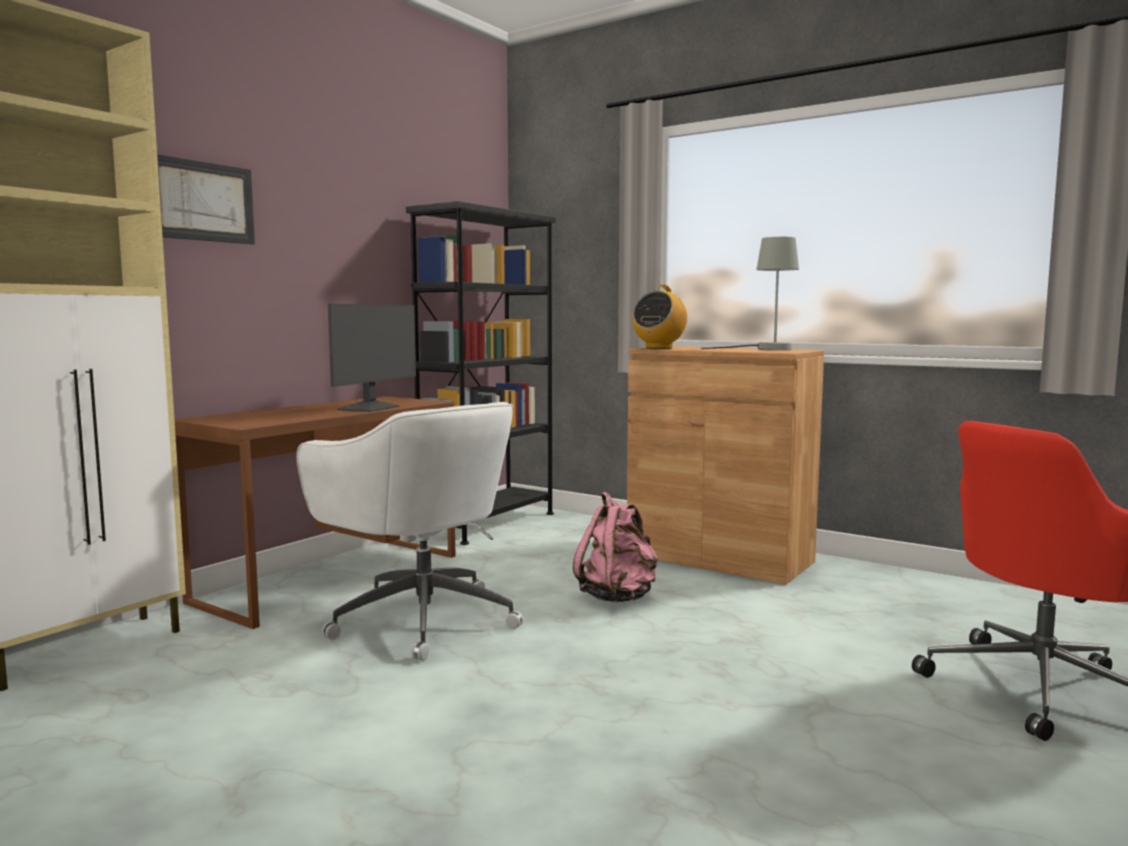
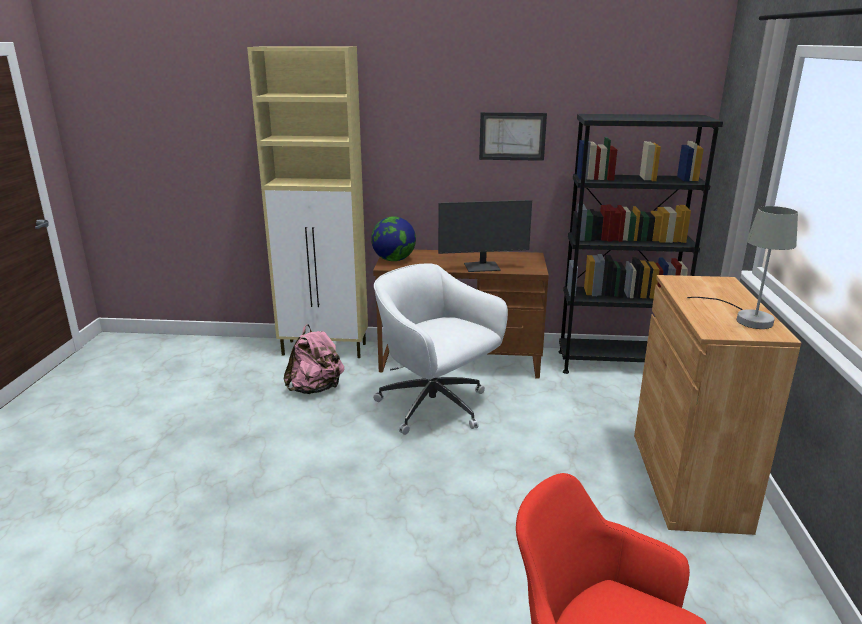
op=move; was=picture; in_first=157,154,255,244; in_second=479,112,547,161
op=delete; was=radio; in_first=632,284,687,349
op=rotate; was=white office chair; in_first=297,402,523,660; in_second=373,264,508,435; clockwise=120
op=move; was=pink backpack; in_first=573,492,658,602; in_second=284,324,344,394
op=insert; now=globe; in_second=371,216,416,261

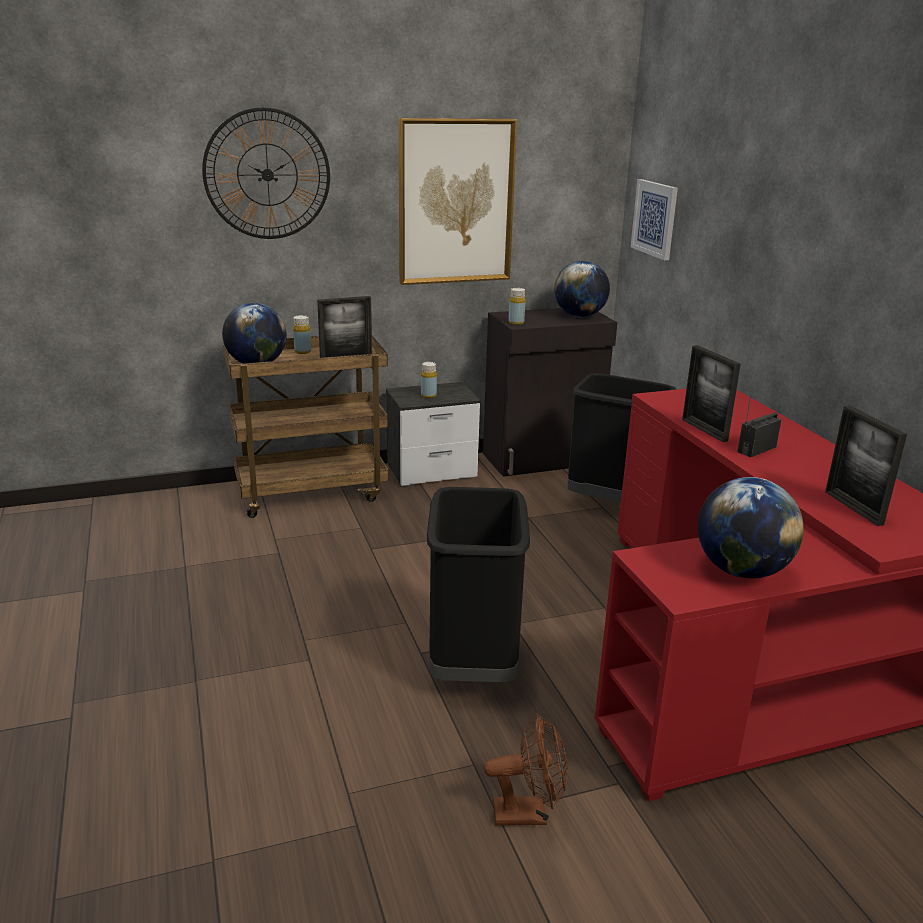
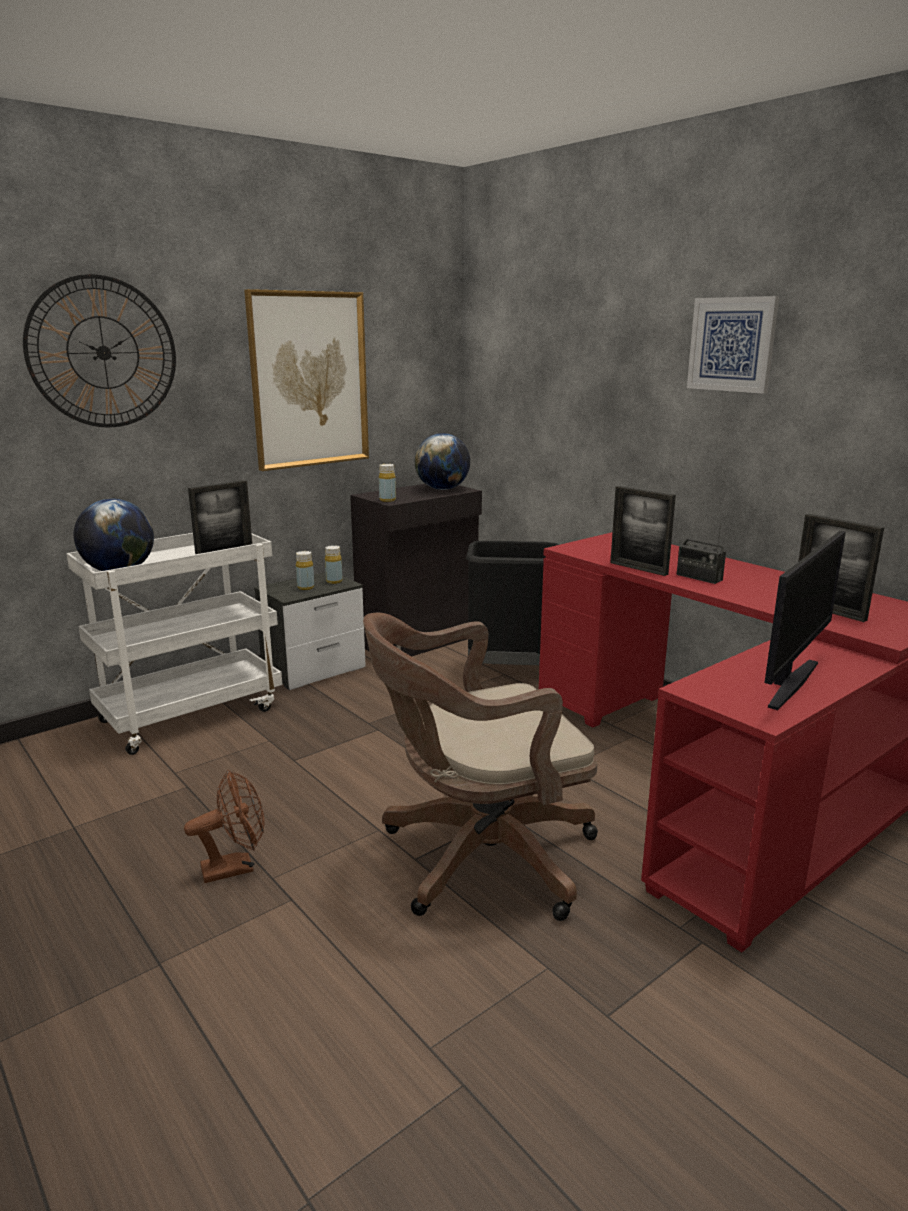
op=move; was=picture; in_first=631,179,678,260; in_second=687,296,780,394
op=move; was=yellow bottle; in_first=293,315,311,354; in_second=325,545,343,584
op=recolor; was=brown cart; now=white cart; in_first=223,336,389,518; in_second=66,533,283,755
op=rotate; was=radio; in_first=737,391,781,457; in_second=677,522,726,584; clockwise=-75
op=replace; was=globe; now=monitor; in_first=698,477,804,579; in_second=765,531,846,710
op=replace; was=black trash can; now=brown office chair; in_first=427,487,530,682; in_second=363,613,598,921
op=move; was=brown fan; in_first=484,713,568,826; in_second=184,770,264,883

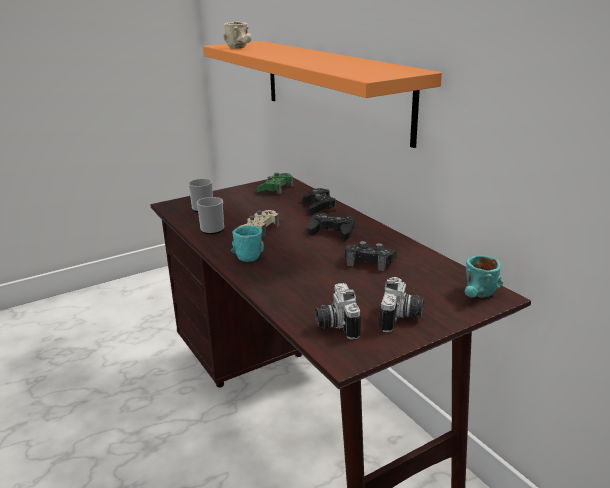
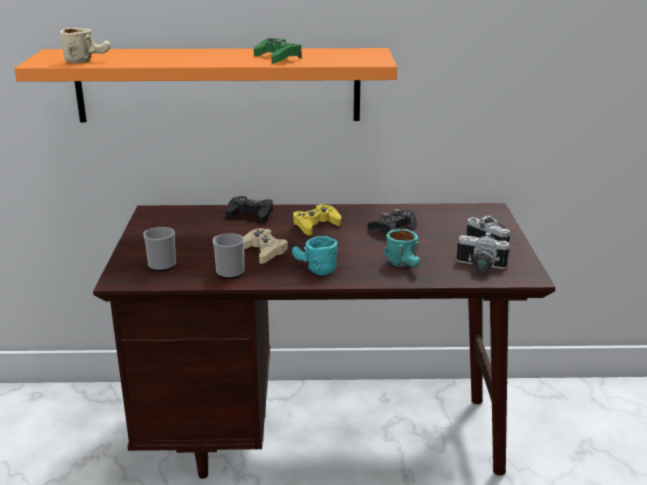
op=move; was=green game controller; in_first=257,173,293,195; in_second=254,38,302,64
op=recolor; was=black game controller; now=yellow game controller; in_first=308,213,355,240; in_second=293,204,341,235
op=move; was=turquoise mug; in_first=465,255,503,298; in_second=384,229,420,267

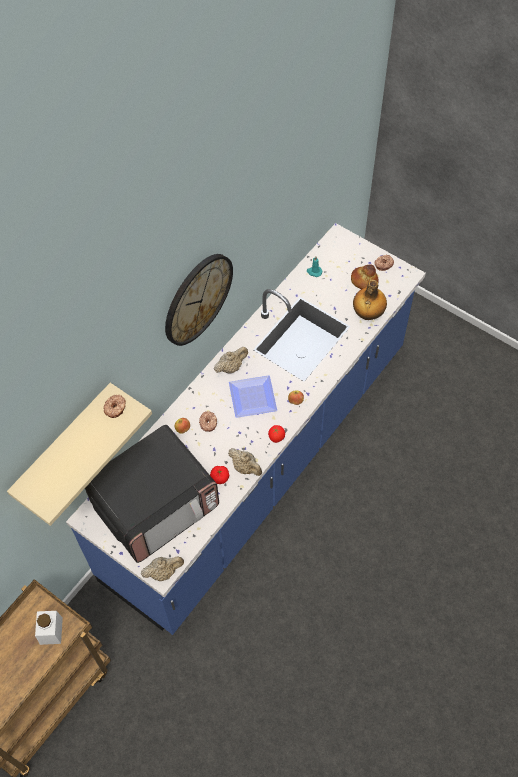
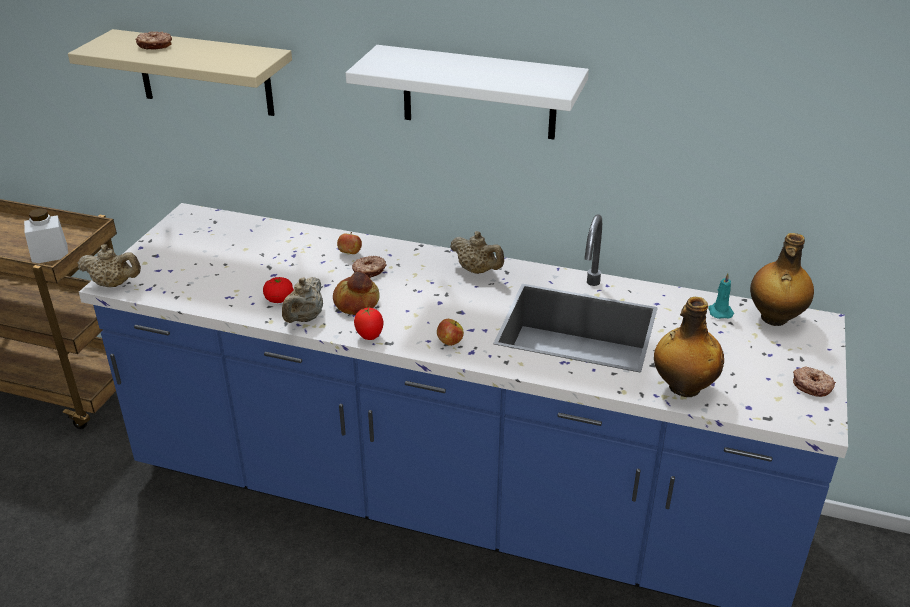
op=replace; was=wall clock; now=white shelf; in_first=165,254,233,346; in_second=346,45,589,139
op=move; was=bread; in_first=351,264,379,289; in_second=333,272,380,315
op=delete; was=plate; in_first=229,375,277,418
op=move; was=donut; in_first=103,395,126,418; in_second=136,31,172,50
op=delete; was=microwave; in_first=85,425,219,563
op=rotate; was=beige teapot; in_first=141,556,184,581; in_second=78,244,141,287; clockwise=-45
op=insert; now=bottle; in_second=750,233,814,326

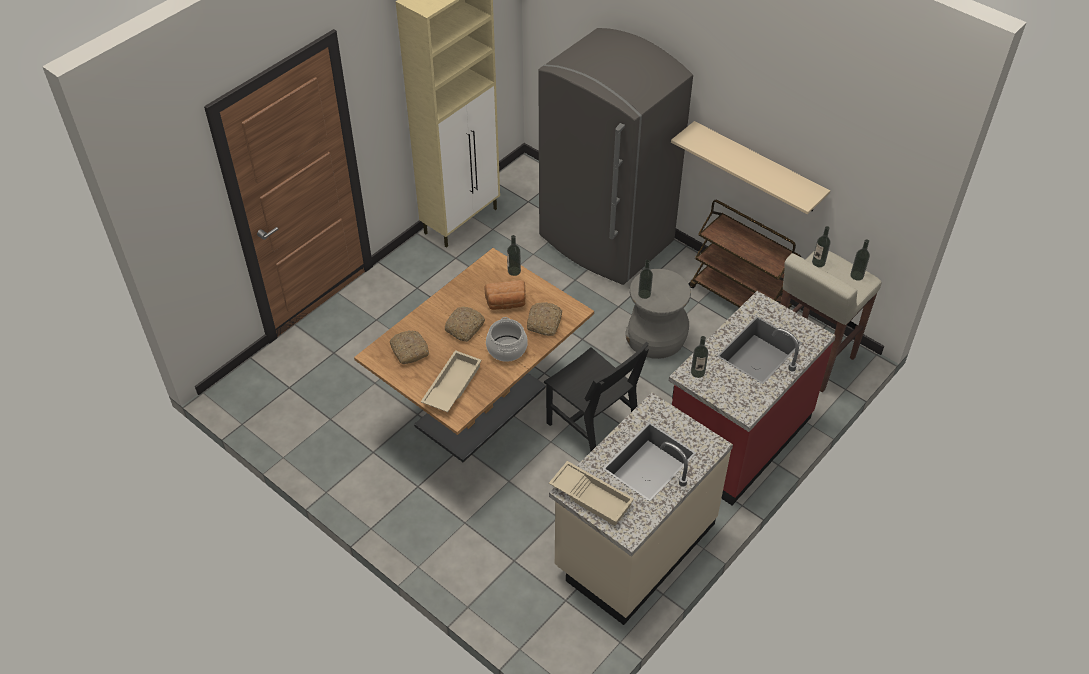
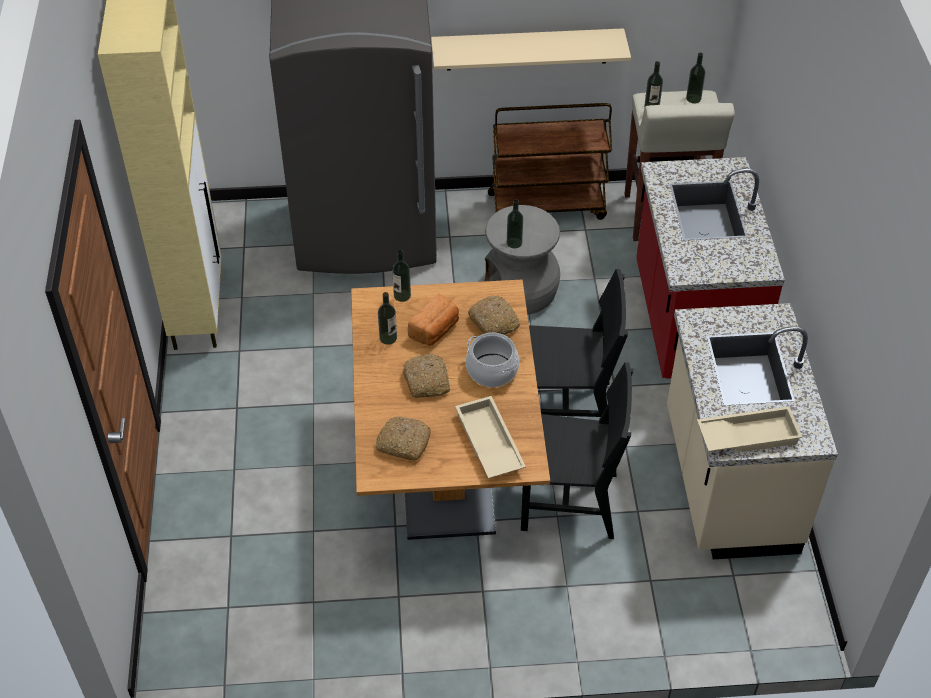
op=move; was=bottle; in_first=691,336,708,378; in_second=378,292,397,345
op=insert; now=black chair; in_second=521,362,633,539

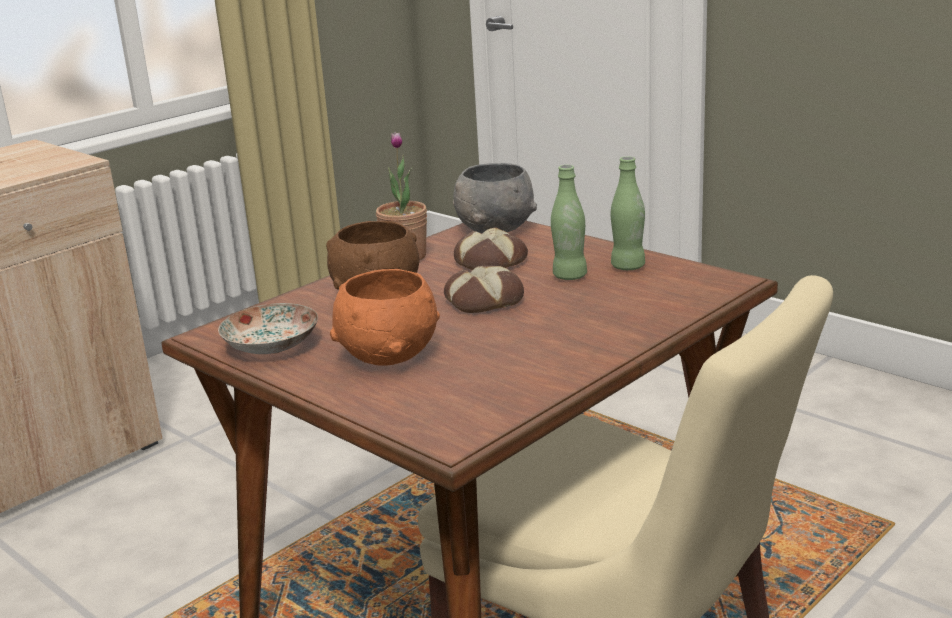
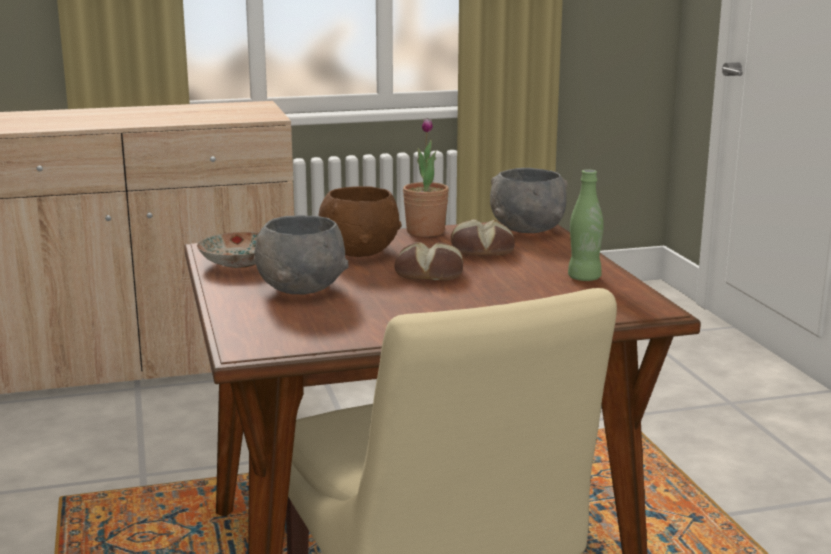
op=delete; was=green bottle; in_first=551,165,587,280
op=recolor; was=orange bowl; now=grey bowl; in_first=330,269,440,366; in_second=254,215,348,295

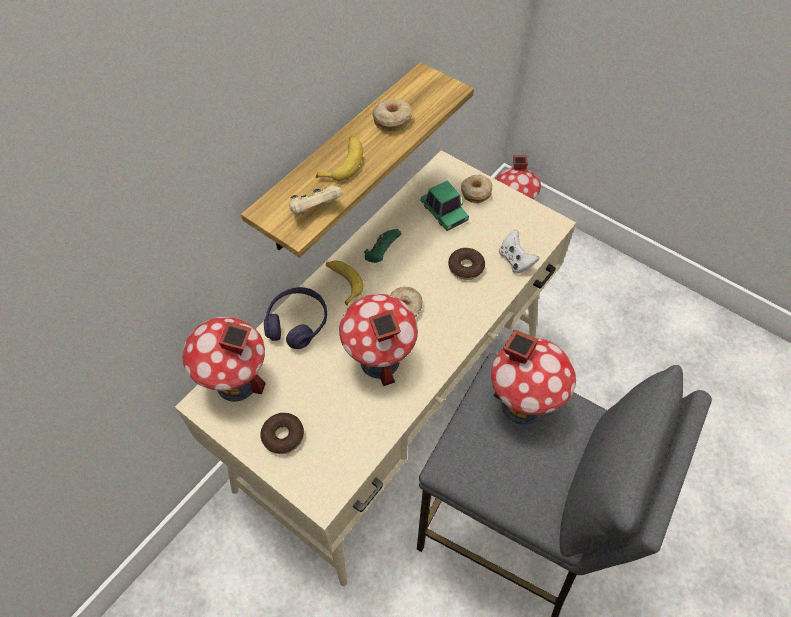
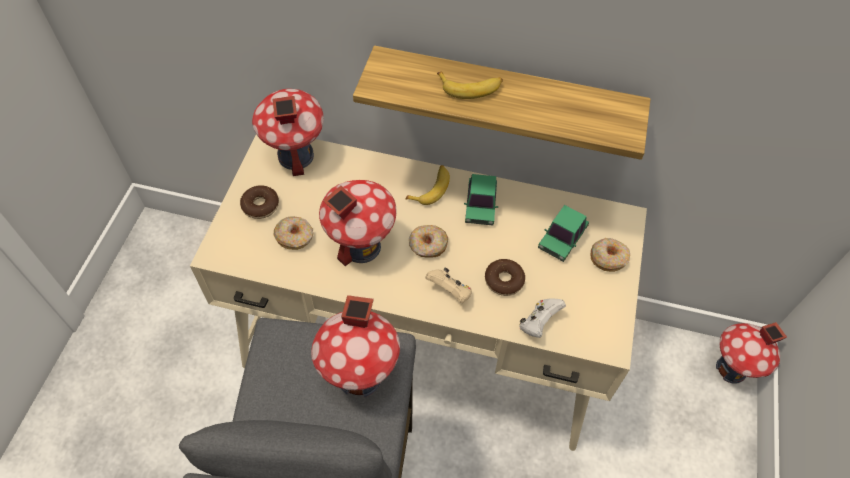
op=move; was=donut; in_first=372,99,413,132; in_second=274,216,313,250
op=move; was=beige game controller; in_first=289,186,343,215; in_second=426,268,472,303
op=replace; was=green game controller; now=toy car; in_first=364,229,401,263; in_second=464,174,498,226
op=delete; was=purple headphones; in_first=264,287,327,349

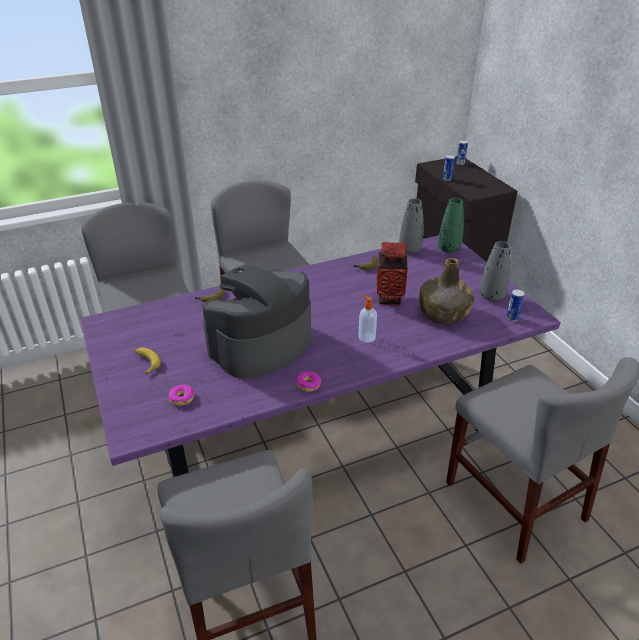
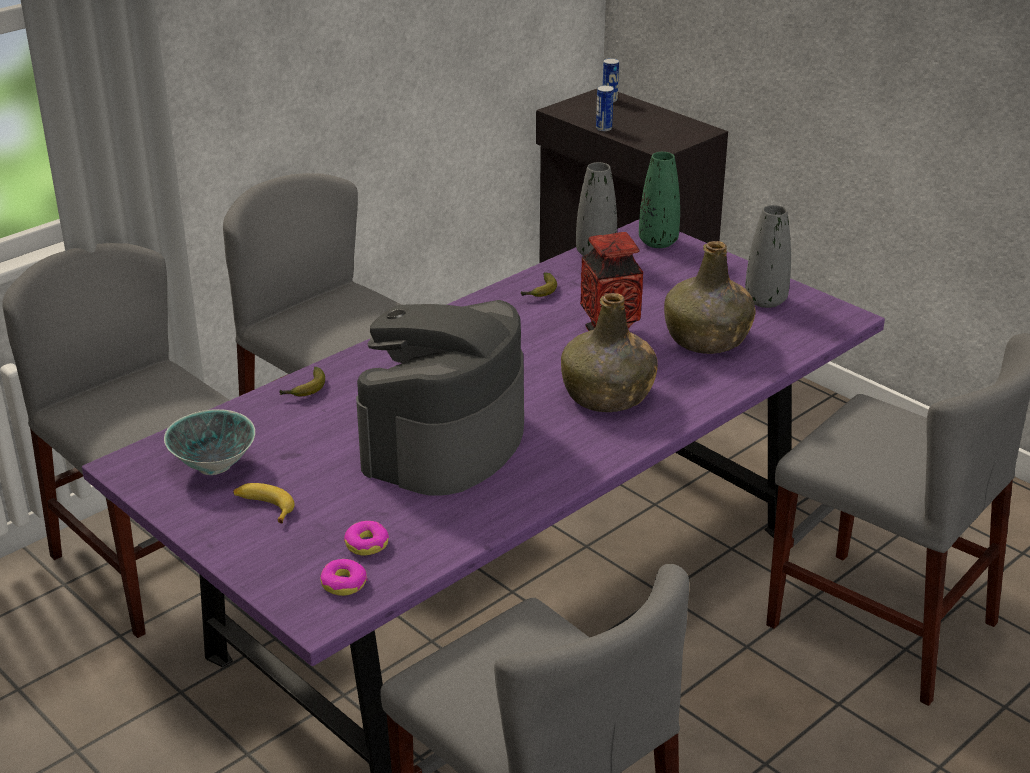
op=delete; was=can; in_first=506,289,525,322
op=replace; was=soap dispenser; now=green bottle; in_first=358,294,377,343; in_second=561,293,658,412
op=move; was=donut; in_first=296,371,321,392; in_second=320,559,367,596
op=insert; now=bowl; in_second=164,409,255,475

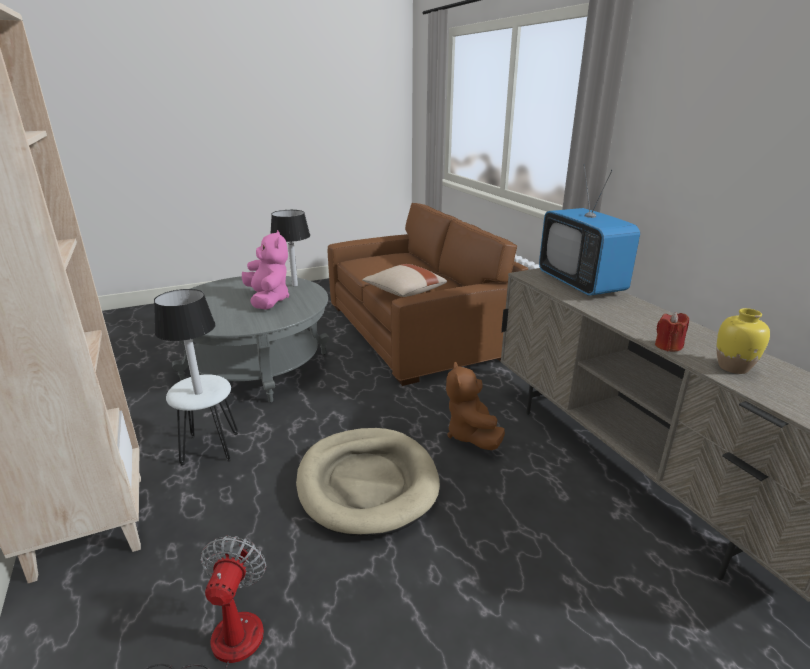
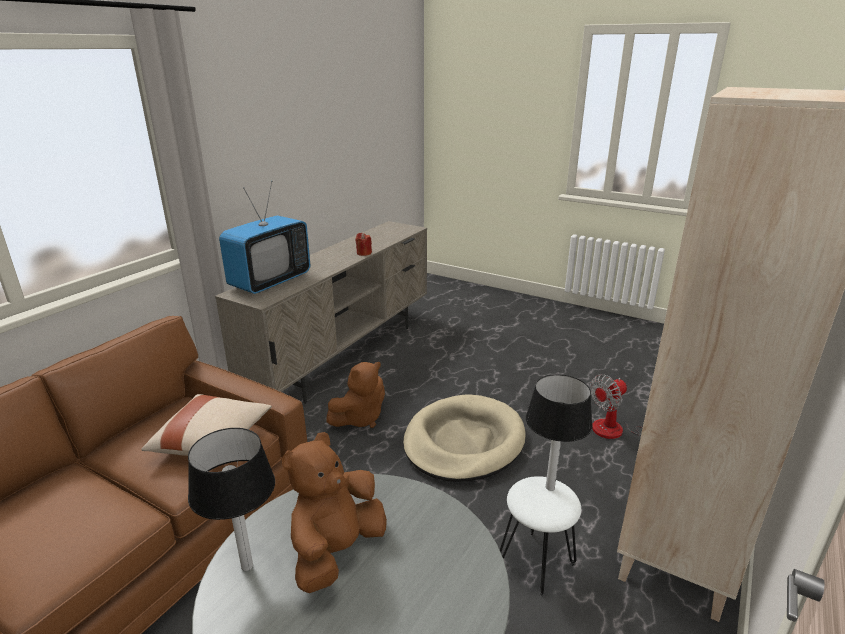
op=recolor; was=pink plush toy; now=brown plush toy; in_first=242,230,289,310; in_second=282,432,387,593
op=delete; was=yellow vase; in_first=717,308,770,374

